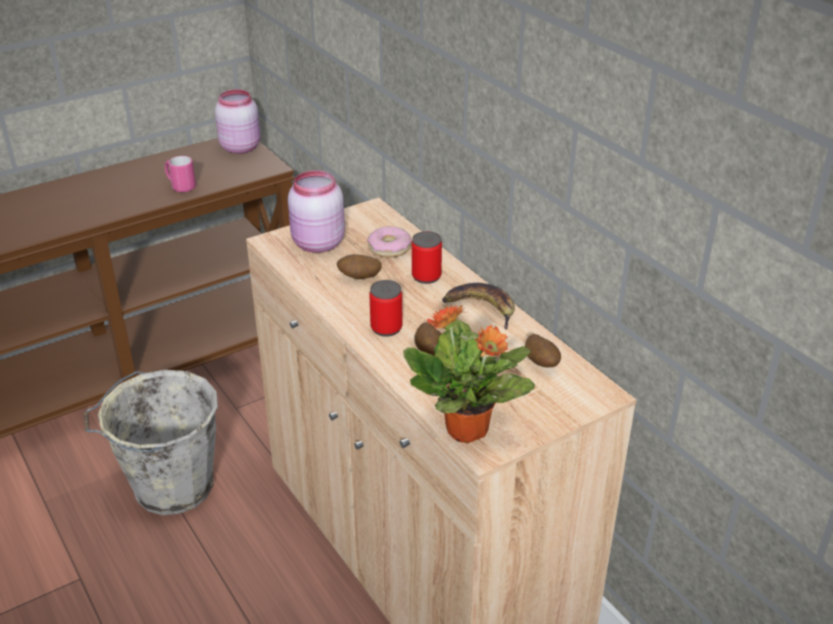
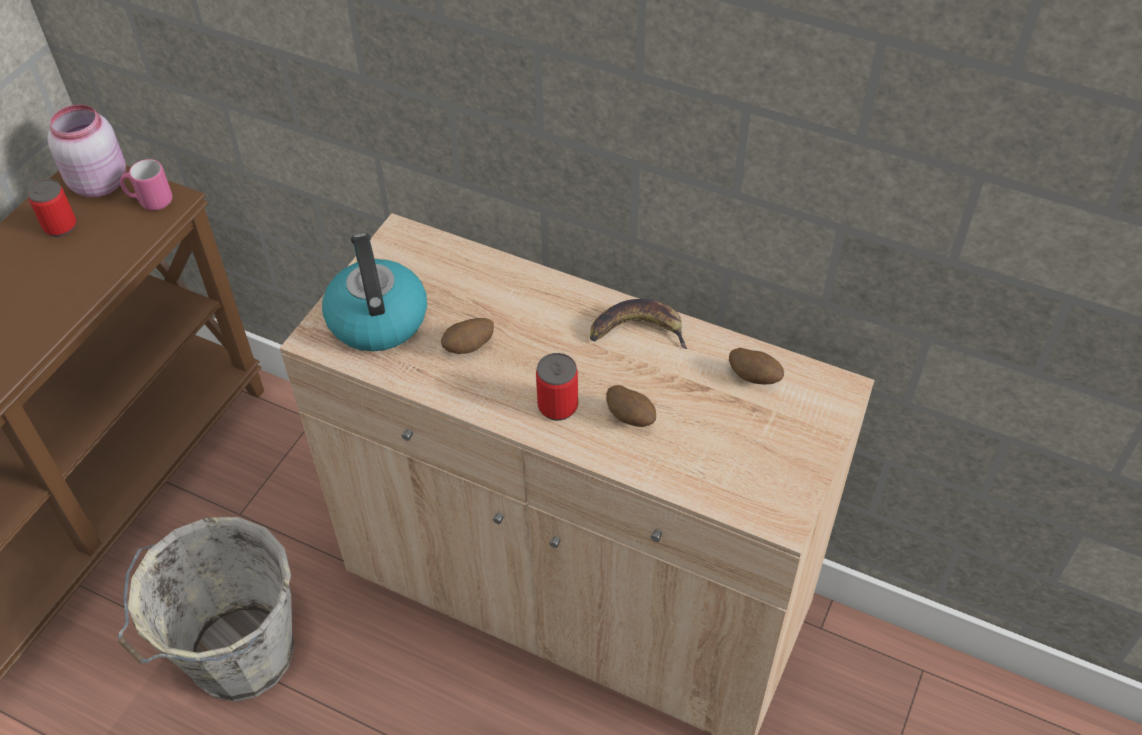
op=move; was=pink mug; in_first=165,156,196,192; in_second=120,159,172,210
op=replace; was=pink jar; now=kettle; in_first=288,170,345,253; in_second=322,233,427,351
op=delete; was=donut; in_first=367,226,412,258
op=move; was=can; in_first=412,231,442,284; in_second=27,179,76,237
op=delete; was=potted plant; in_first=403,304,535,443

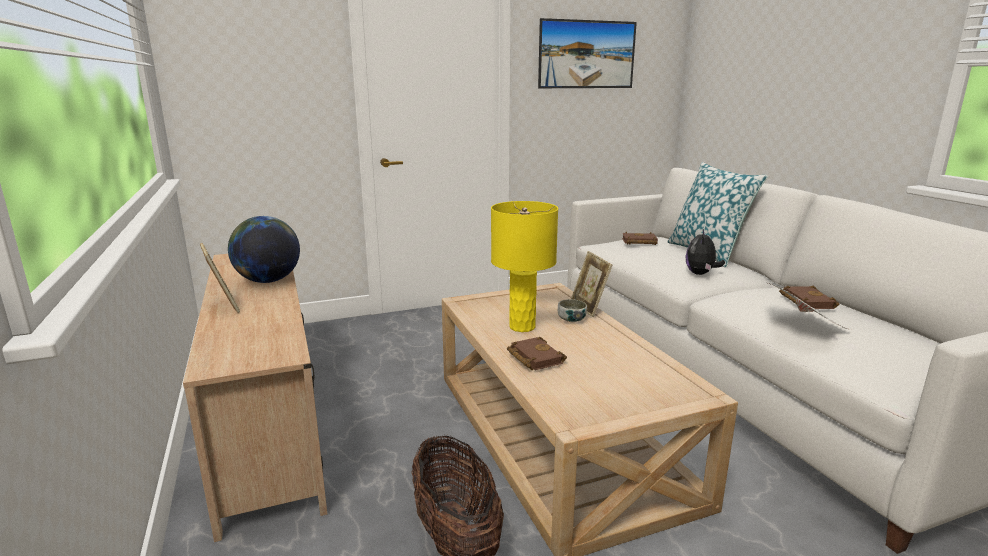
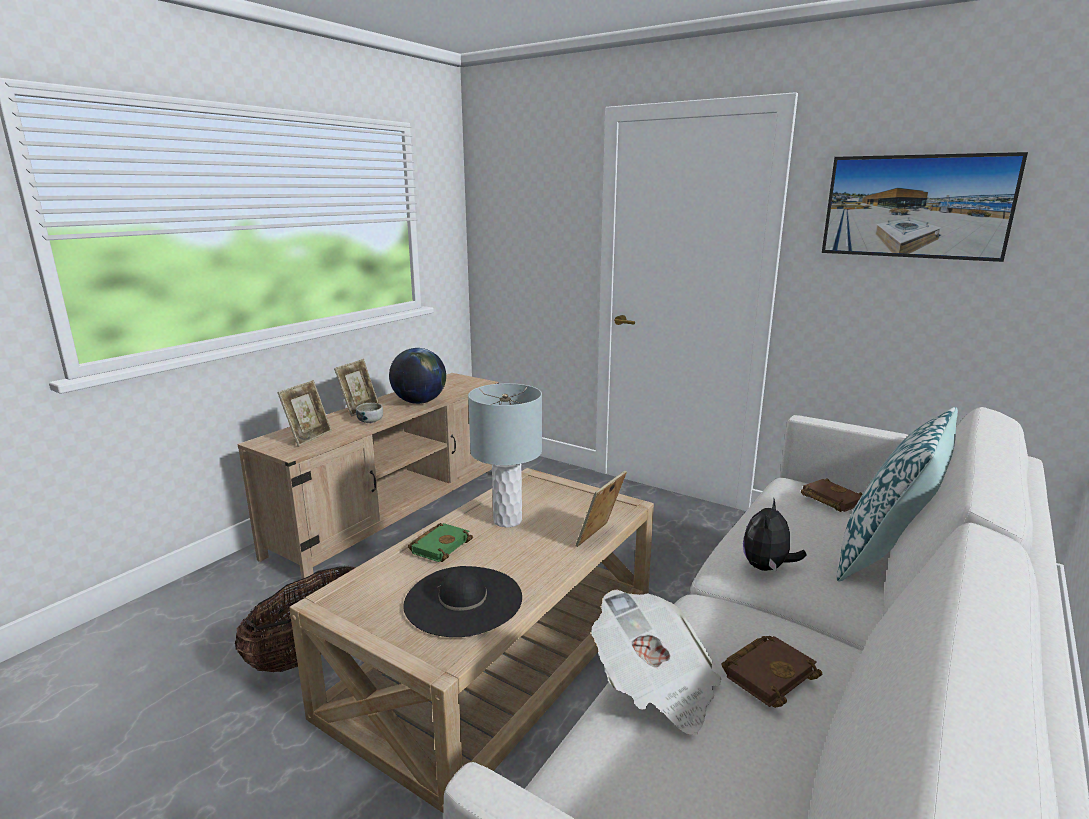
op=recolor; was=yellow table lamp; now=grey table lamp; in_first=491,201,558,332; in_second=468,383,542,528
op=rotate; was=plush toy; in_first=686,230,725,275; in_second=743,498,807,572; clockwise=-45
op=move; was=bowl; in_first=558,299,587,322; in_second=356,403,383,423
op=recolor; was=brown book; now=green book; in_first=507,337,567,370; in_second=408,523,473,562
op=insert; now=picture frame; in_second=278,380,332,447
op=insert; now=black hat; in_second=403,566,522,637

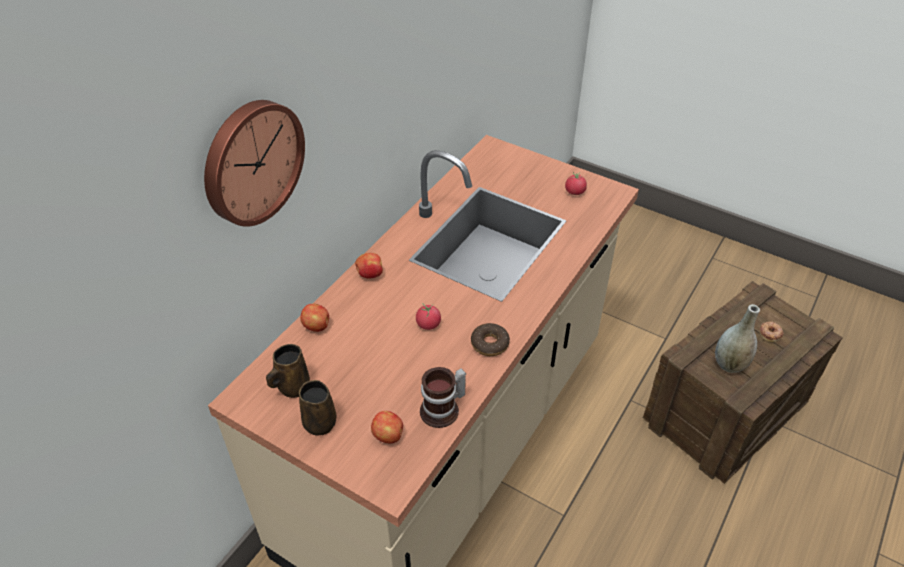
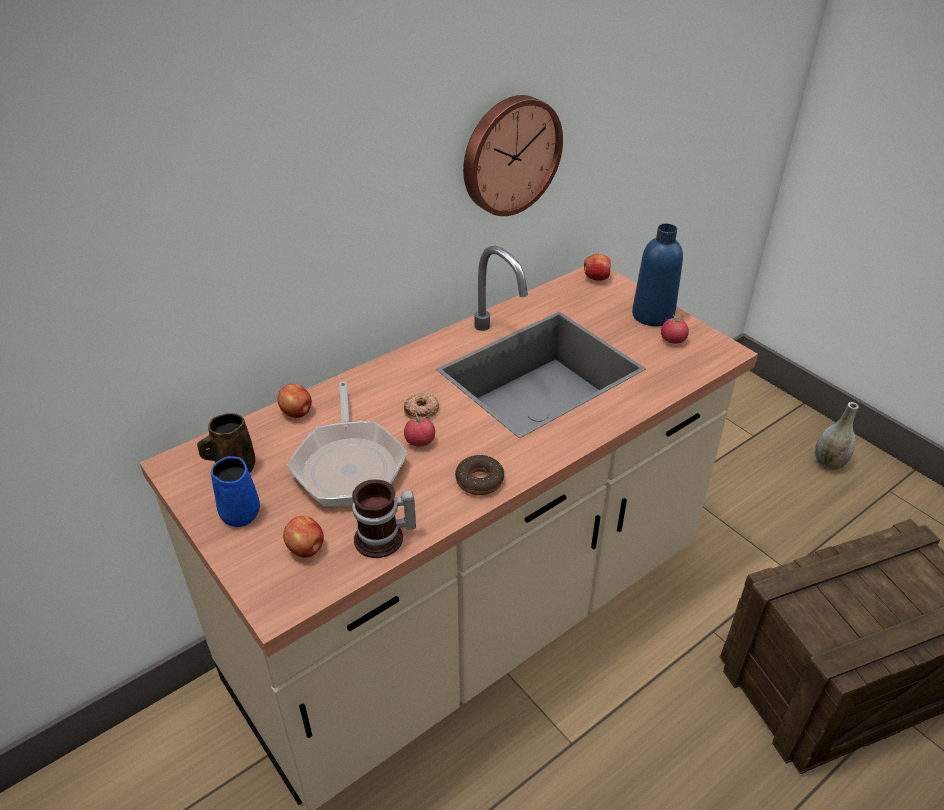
op=move; was=wall clock; in_first=204,100,305,227; in_second=463,95,563,216
op=move; was=apple; in_first=355,253,383,279; in_second=584,254,611,281
op=move; was=grey vase; in_first=715,304,760,373; in_second=815,402,859,470
op=move; was=donut; in_first=759,321,784,342; in_second=404,393,439,419
op=recolor; was=brown mug; now=blue mug; in_first=299,380,336,435; in_second=211,456,260,527
op=insert; now=blue bottle; in_second=632,224,683,326
op=insert; now=frying pan; in_second=287,381,408,506

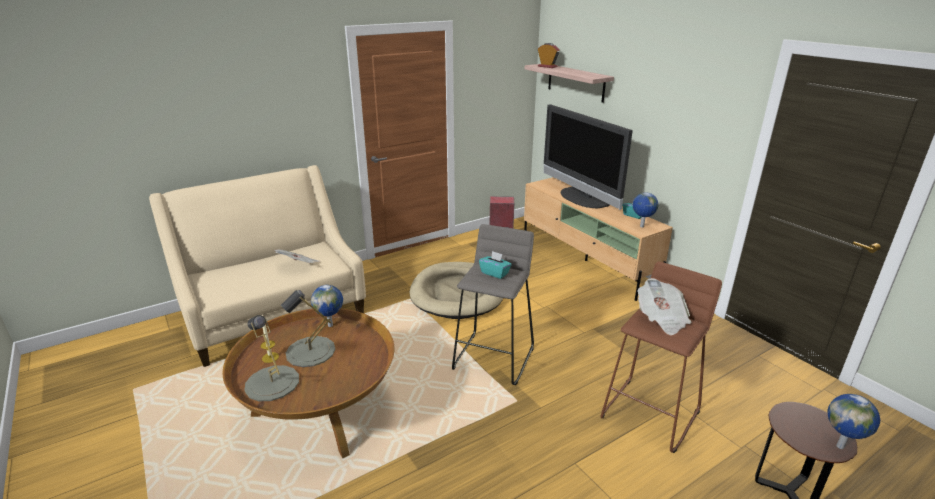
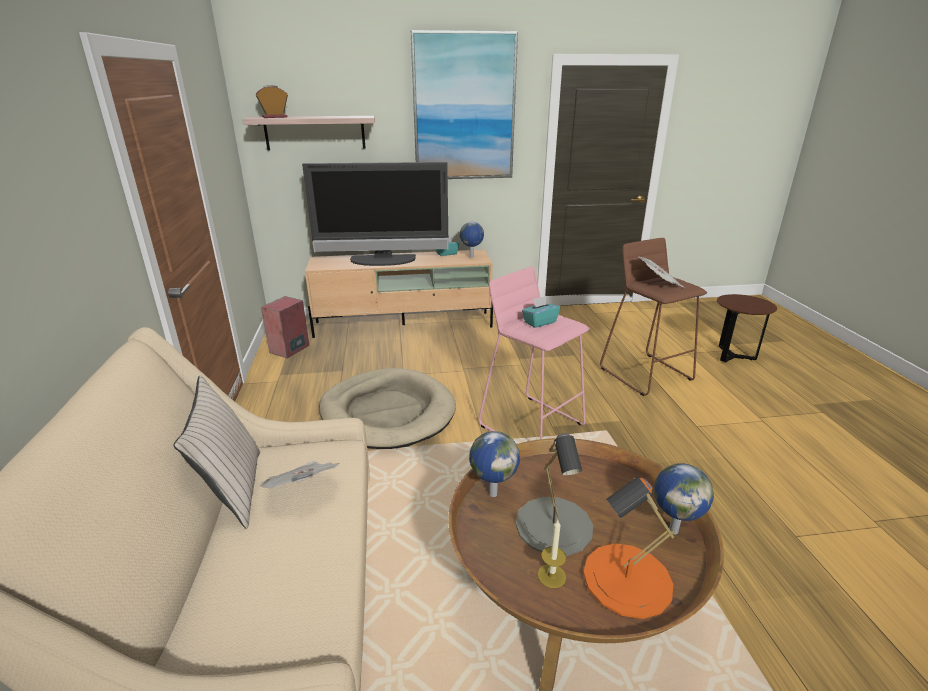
op=recolor; was=grey stool; now=pink stool; in_first=452,224,534,385; in_second=479,267,590,439
op=recolor; was=grey table lamp; now=orange table lamp; in_first=244,315,299,401; in_second=583,477,675,619
op=move; was=globe; in_first=828,394,880,449; in_second=654,463,714,534
op=insert; now=picture; in_second=411,30,518,179
op=insert; now=beige pillow; in_second=173,375,260,529

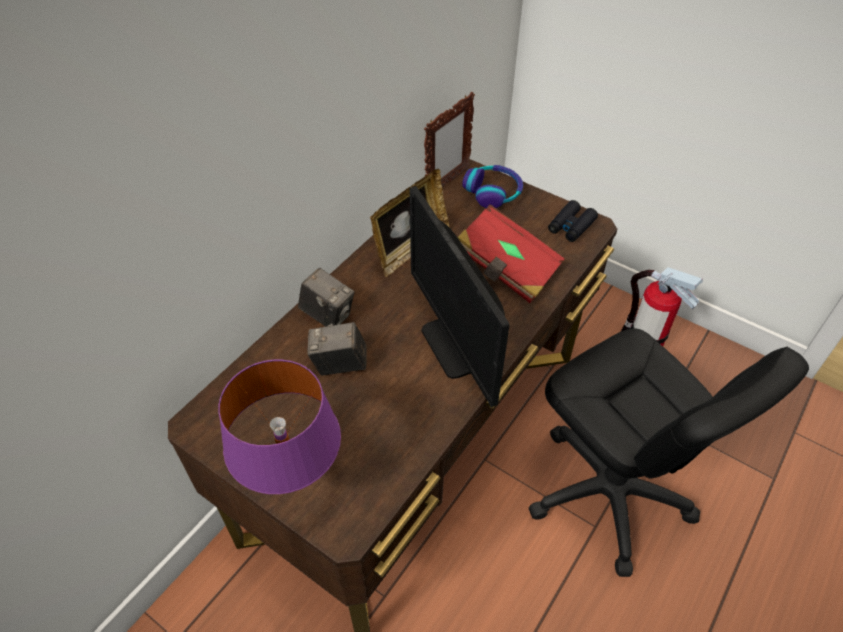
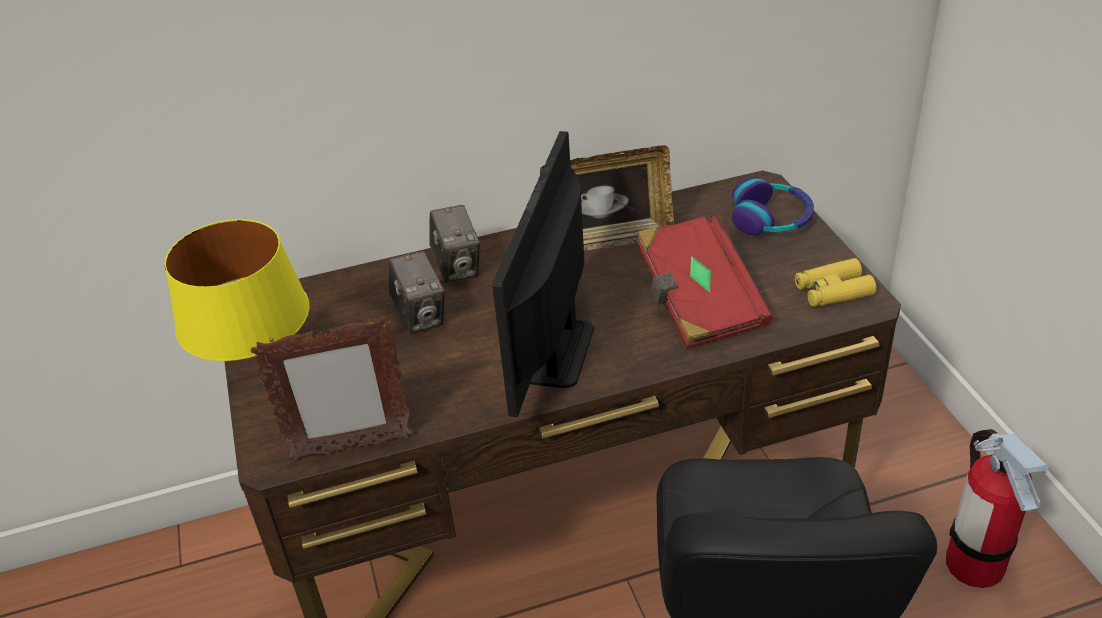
op=move; was=picture frame; in_first=424,92,475,188; in_second=251,317,413,460
op=recolor; was=black binoculars; now=yellow binoculars; in_first=548,200,598,242; in_second=795,258,876,307
op=rotate; was=photo camera; in_first=307,322,367,376; in_second=389,251,445,334; clockwise=-150
op=recolor; was=purple table lamp; now=yellow table lamp; in_first=218,360,341,494; in_second=164,219,310,403

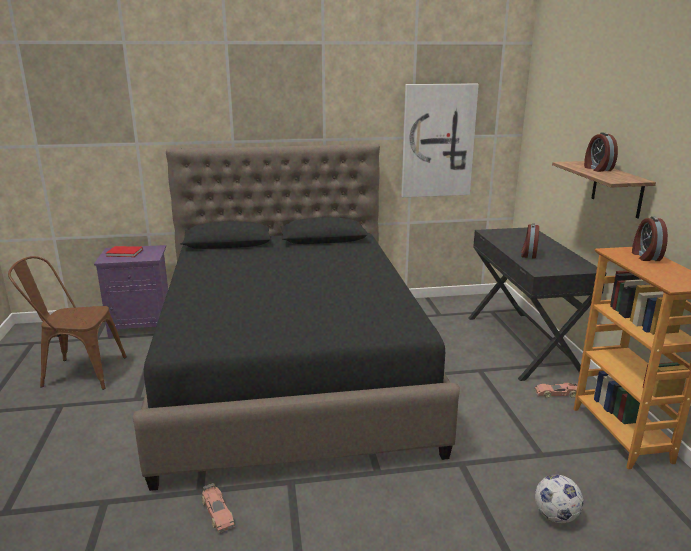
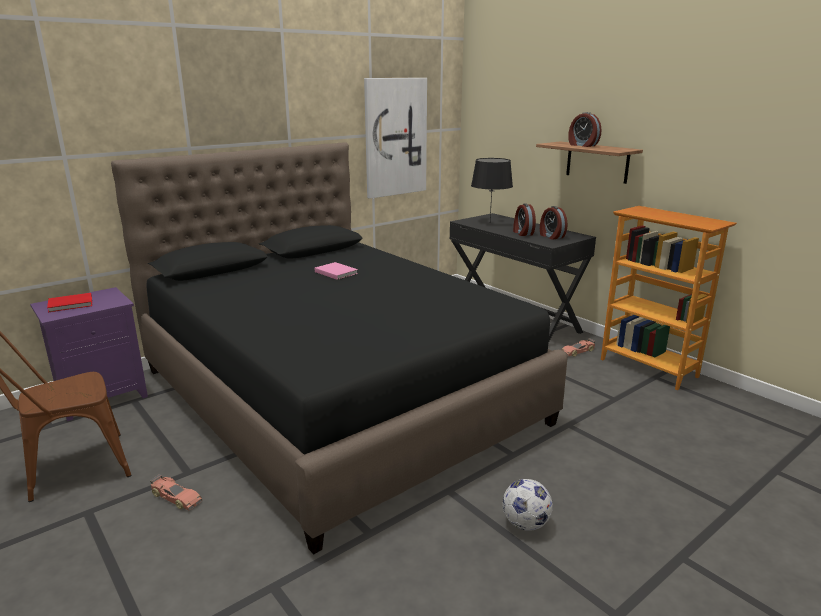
op=move; was=alarm clock; in_first=632,216,668,261; in_second=540,206,568,240
op=move; was=football; in_first=535,475,583,523; in_second=502,479,553,531
op=move; was=toy car; in_first=202,483,235,533; in_second=150,474,202,510
op=insert; now=black table lamp; in_second=471,158,513,221
op=insert; now=pink book; in_second=314,262,358,280

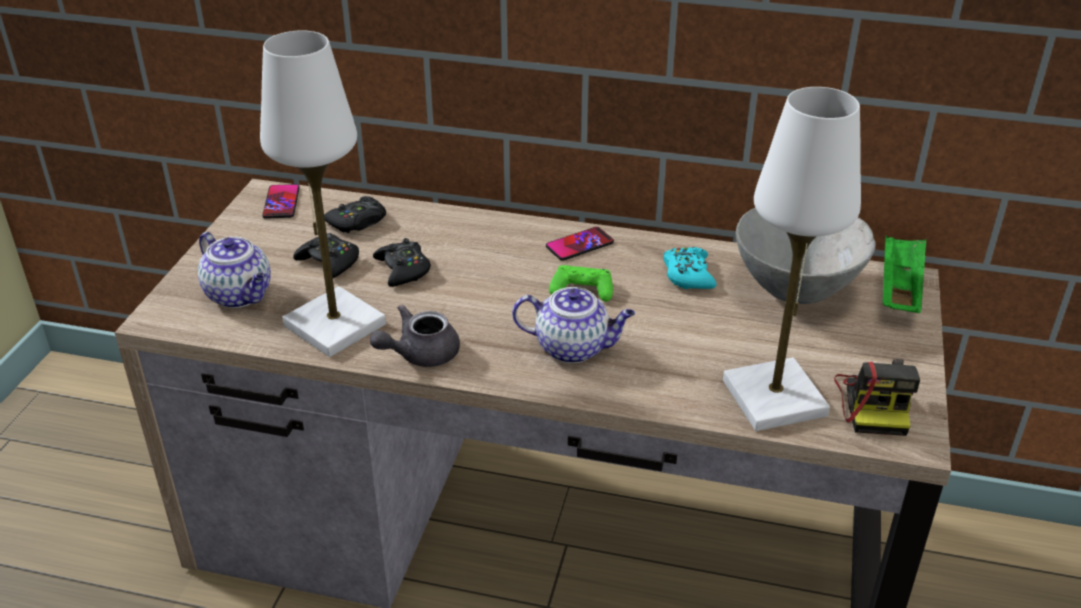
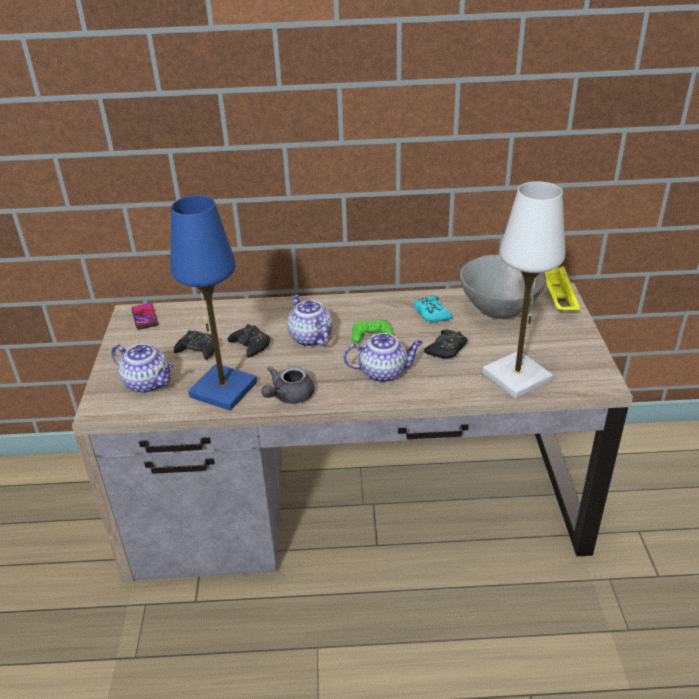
op=recolor; was=white table lamp; now=blue table lamp; in_first=260,30,386,357; in_second=170,195,257,411
op=move; was=black game controller; in_first=324,196,386,233; in_second=424,329,468,359
op=delete; was=phone; in_first=546,227,614,261
op=recolor; was=green tray; now=yellow tray; in_first=883,236,926,313; in_second=545,266,580,311
op=delete; was=photo camera; in_first=834,359,920,436
op=insert; now=teapot; in_second=287,294,333,347

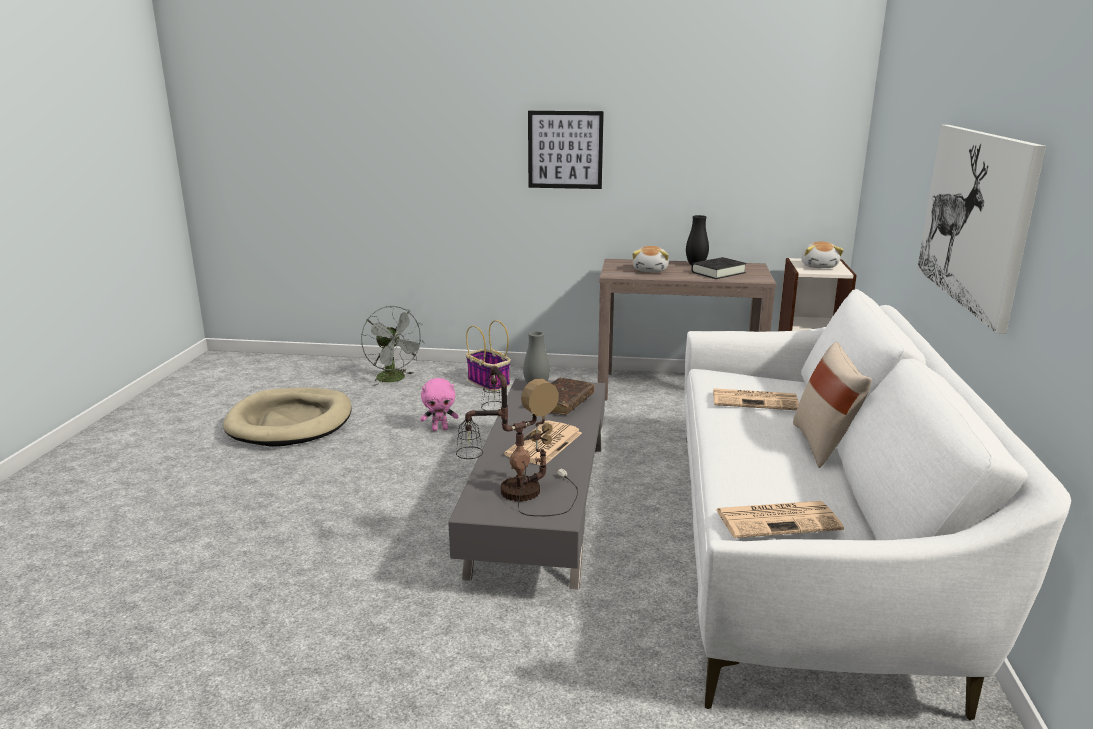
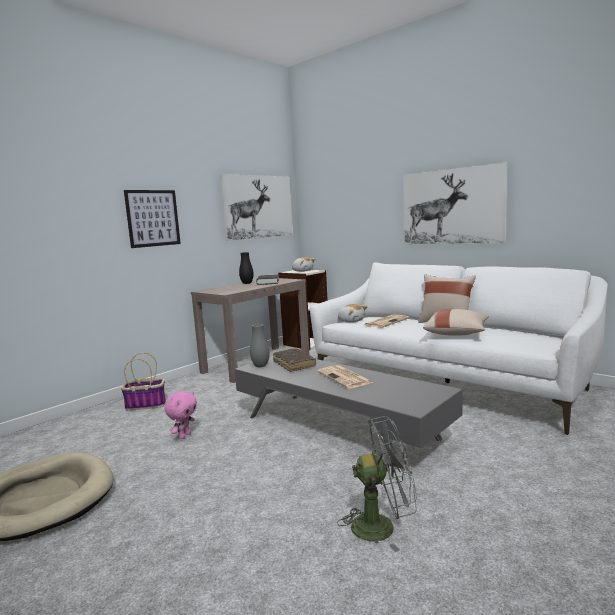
op=move; was=plush toy; in_first=632,246,669,272; in_second=338,304,368,323
op=move; was=grey fan; in_first=361,306,425,386; in_second=337,416,417,552
op=delete; was=table lamp; in_first=456,366,578,516
op=delete; was=newspaper; in_first=716,501,844,538
op=insert; now=picture; in_second=220,174,293,241
op=insert; now=beige pillow; in_second=423,309,489,336

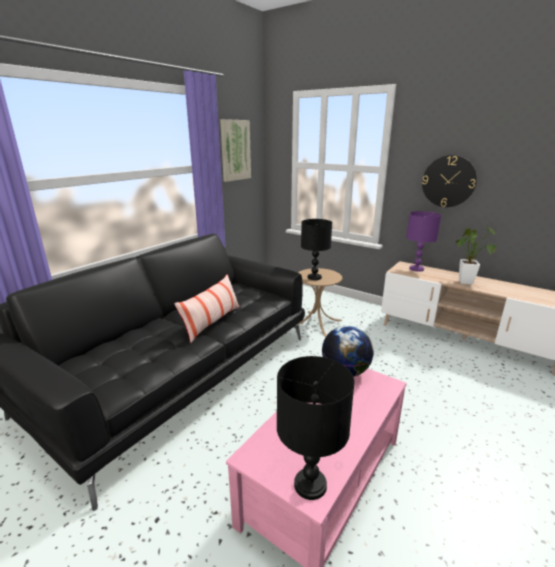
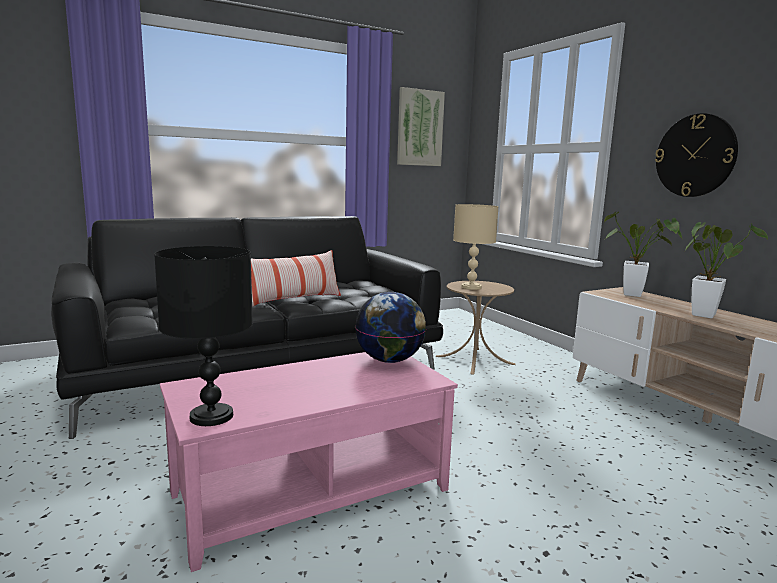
op=replace; was=purple table lamp; now=potted plant; in_first=406,211,442,272; in_second=604,212,682,297
op=recolor; was=black table lamp; now=beige table lamp; in_first=301,219,332,280; in_second=453,204,499,290

